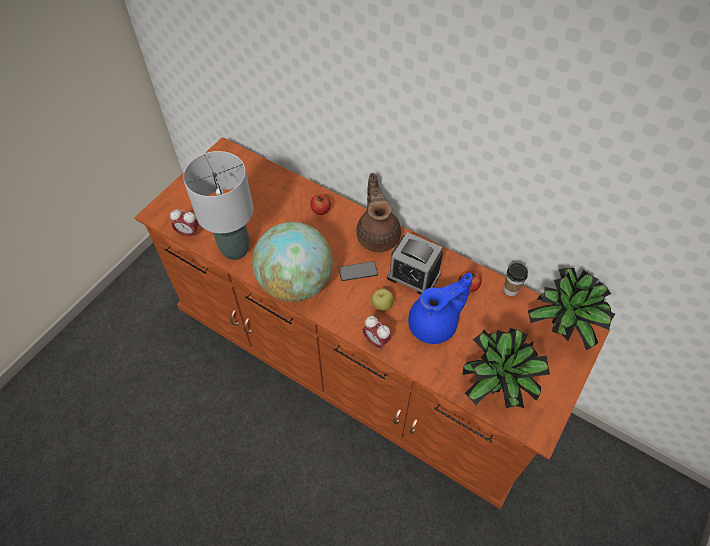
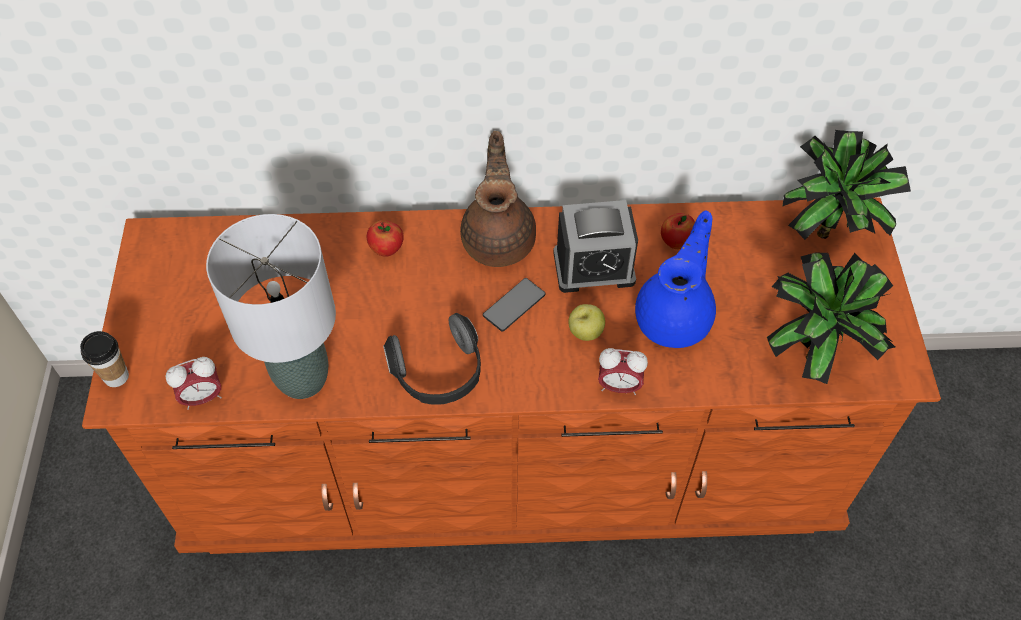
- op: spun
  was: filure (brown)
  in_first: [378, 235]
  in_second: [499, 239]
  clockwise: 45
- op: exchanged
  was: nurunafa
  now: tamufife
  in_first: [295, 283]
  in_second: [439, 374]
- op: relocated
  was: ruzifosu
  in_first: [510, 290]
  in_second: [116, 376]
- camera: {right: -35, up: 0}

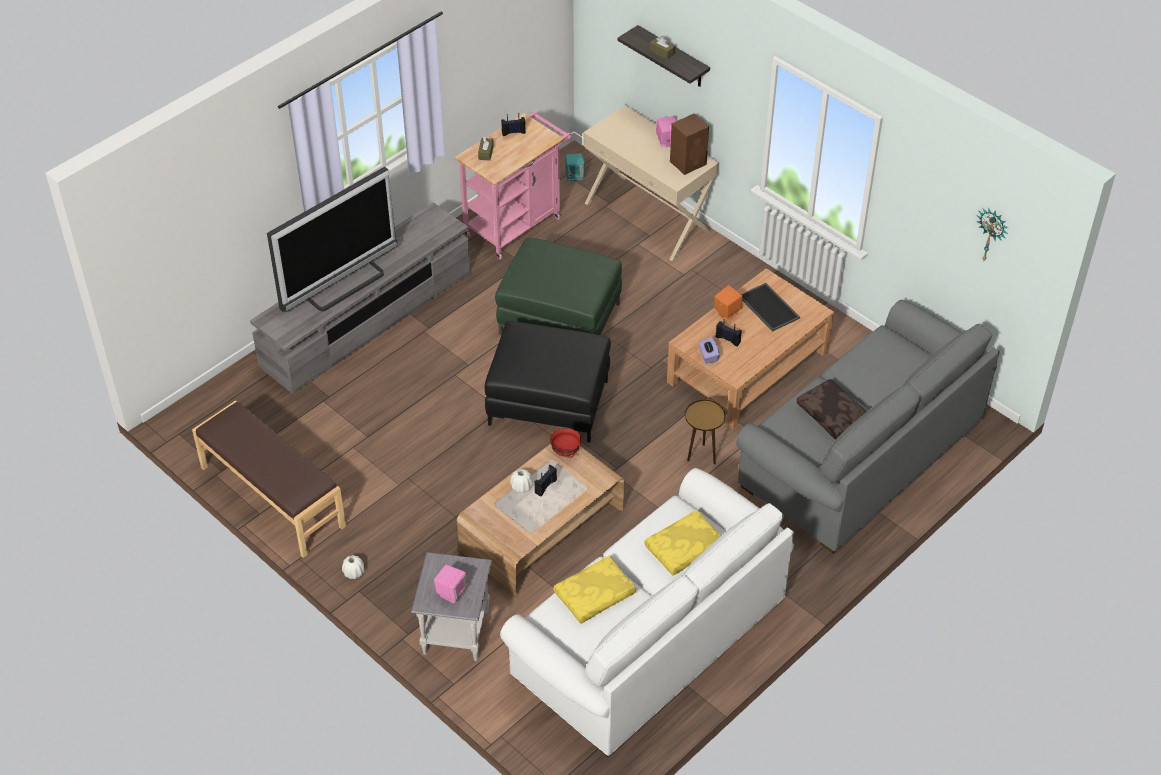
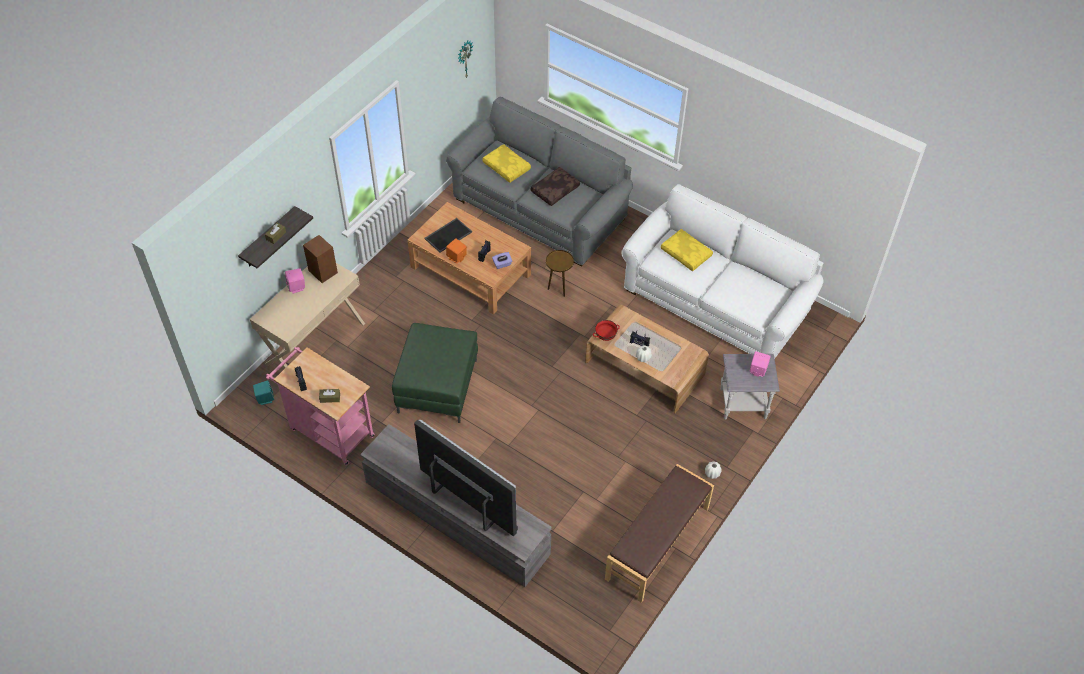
- op: missing
  was: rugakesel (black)
  in_first: [548, 403]
- op: relocated
  was: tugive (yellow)
  in_first: [595, 596]
  in_second: [507, 167]
- camera: {right: -100, up: 5}

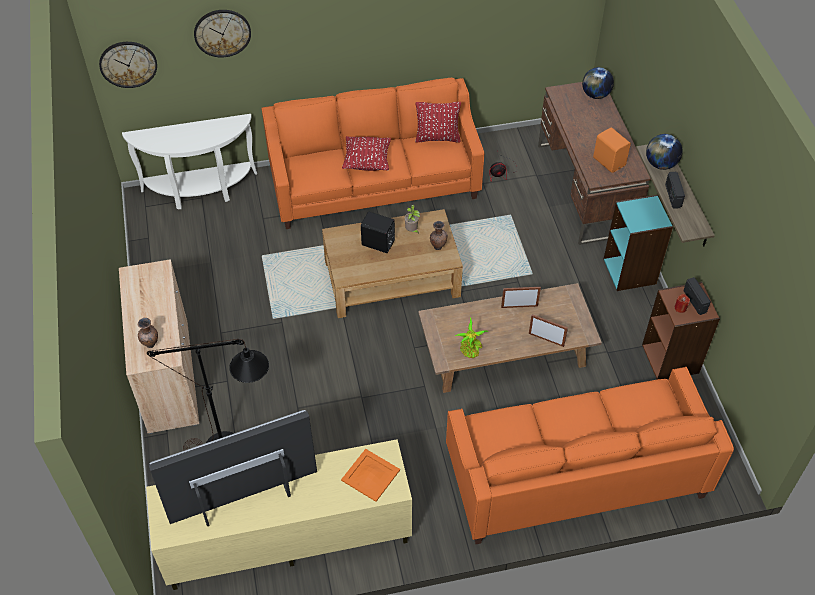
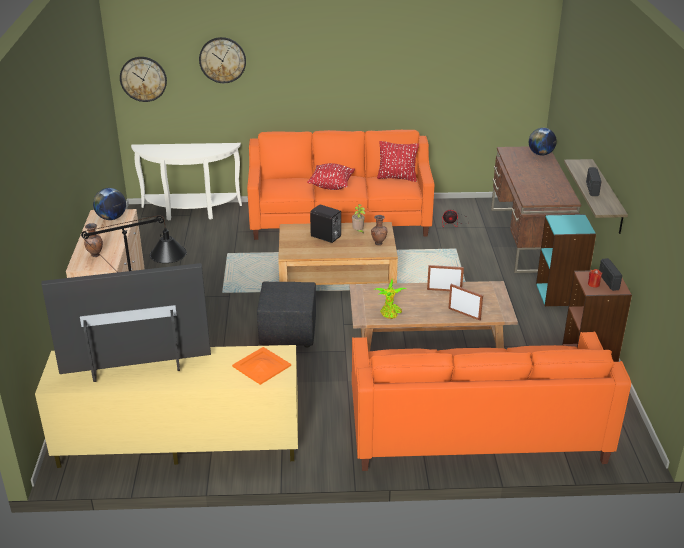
- op: missing
  was: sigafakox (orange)
  in_first: [609, 161]
- op: relocated
  was: nurunafa
  in_first: [660, 164]
  in_second: [111, 218]
- op: appeared
  now: rugakesel (black)
  in_second: [287, 333]
- camera: {right: 10, up: -20}

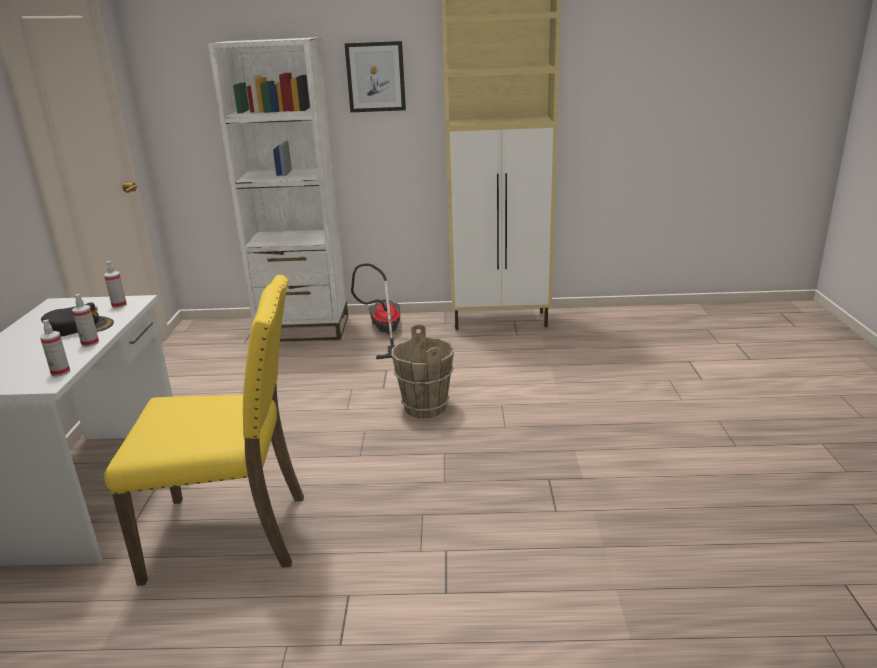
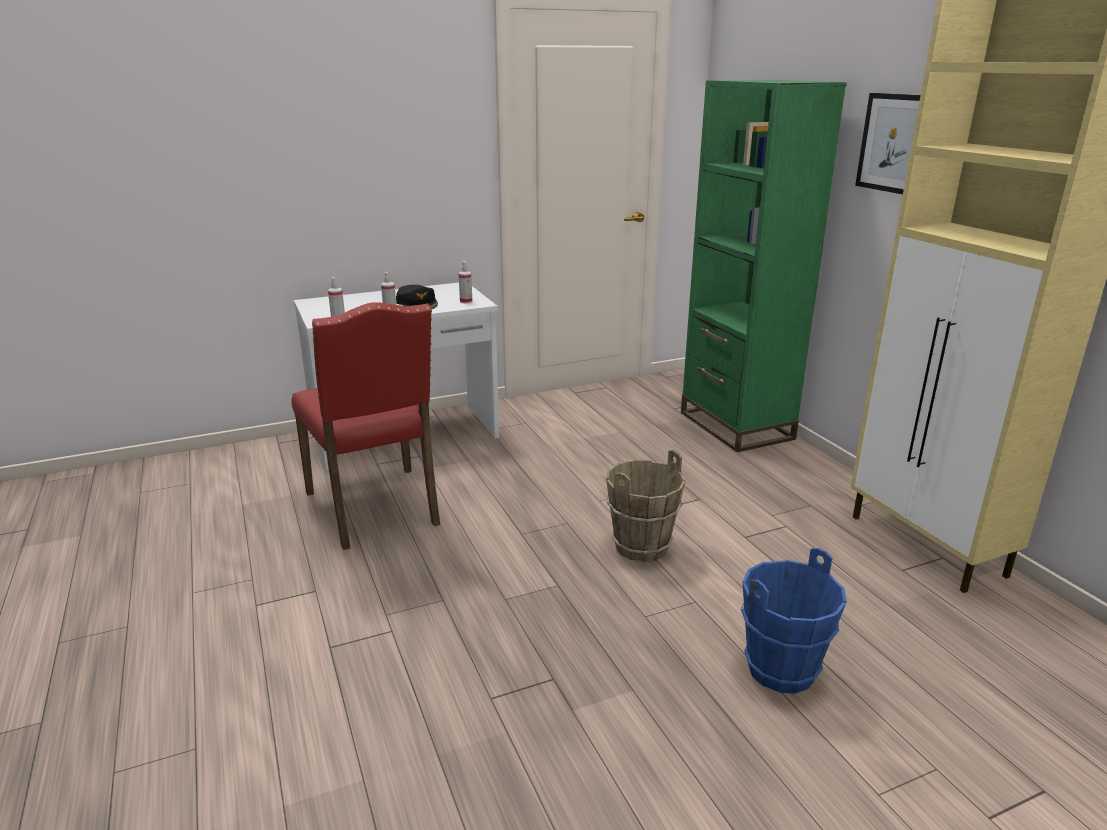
- op: colour
  was: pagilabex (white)
  now: pagilabex (green)
  in_first: [303, 329]
  in_second: [735, 425]
- op: missing
  was: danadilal
  in_first: [384, 333]
- op: colour
  was: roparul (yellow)
  now: roparul (red)
  in_first: [232, 534]
  in_second: [376, 509]
- op: appeared
  now: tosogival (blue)
  in_second: [782, 670]
- camera: {right: 65, up: 0}

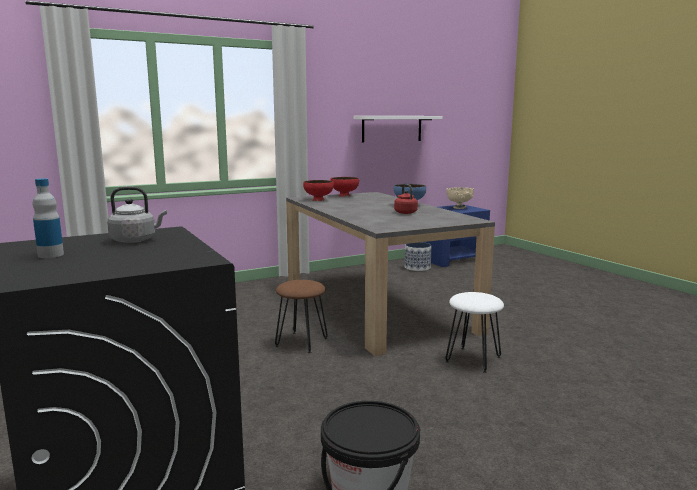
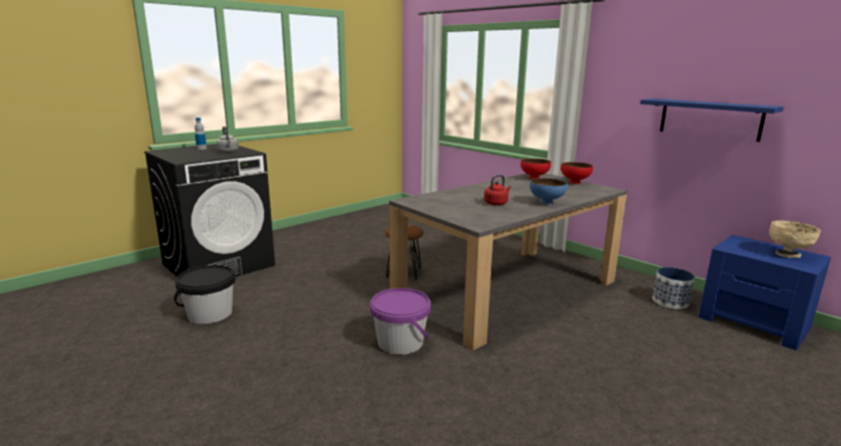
- op: colour
  was: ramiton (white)
  now: ramiton (blue)
  in_first: [392, 128]
  in_second: [710, 119]
- op: exchanged
  was: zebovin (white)
  now: tosogival (purple)
  in_first: [473, 359]
  in_second: [400, 342]
- camera: {right: 75, up: 5}

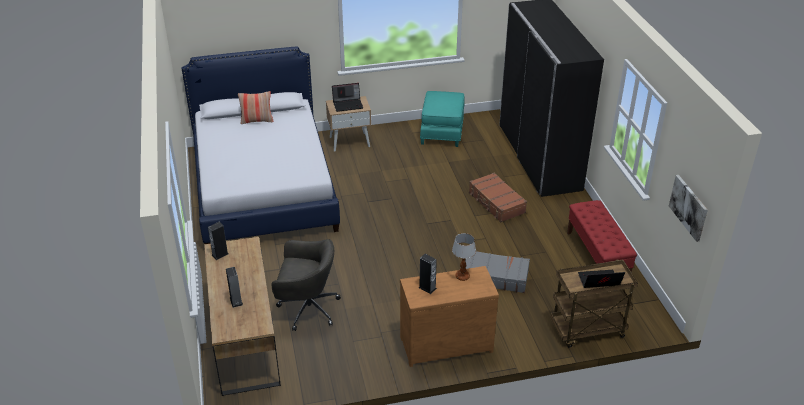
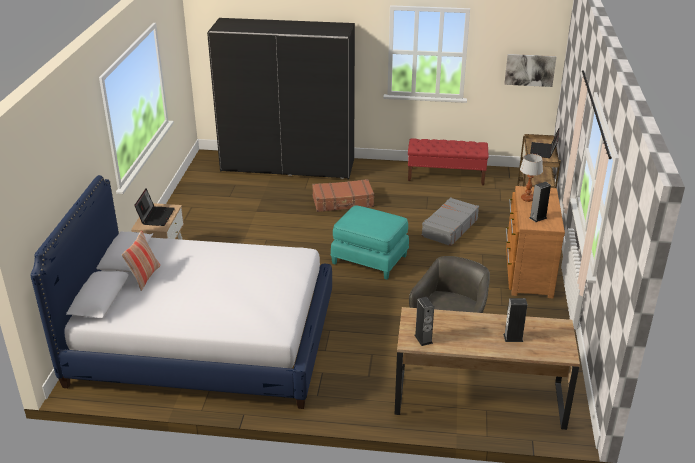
- op: relocated
  was: rugakesel (turquoise)
  in_first: [442, 132]
  in_second: [370, 259]
- camera: {right: -70, up: -5}

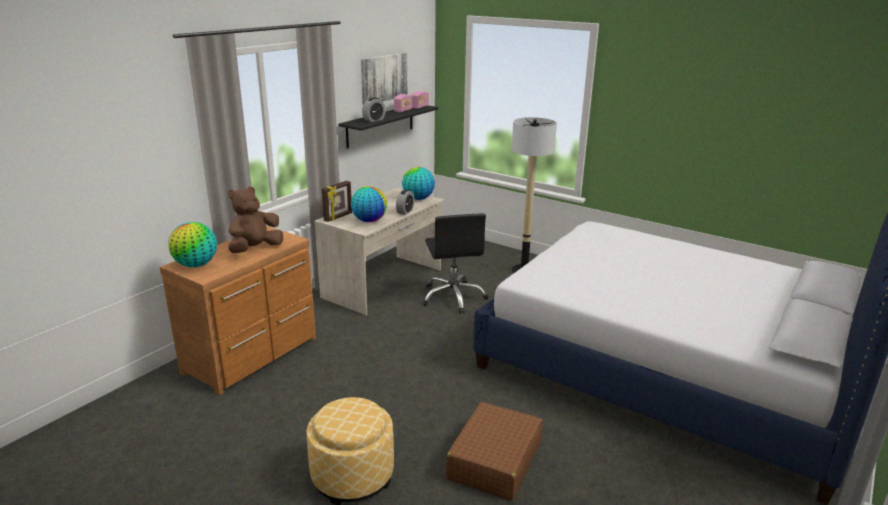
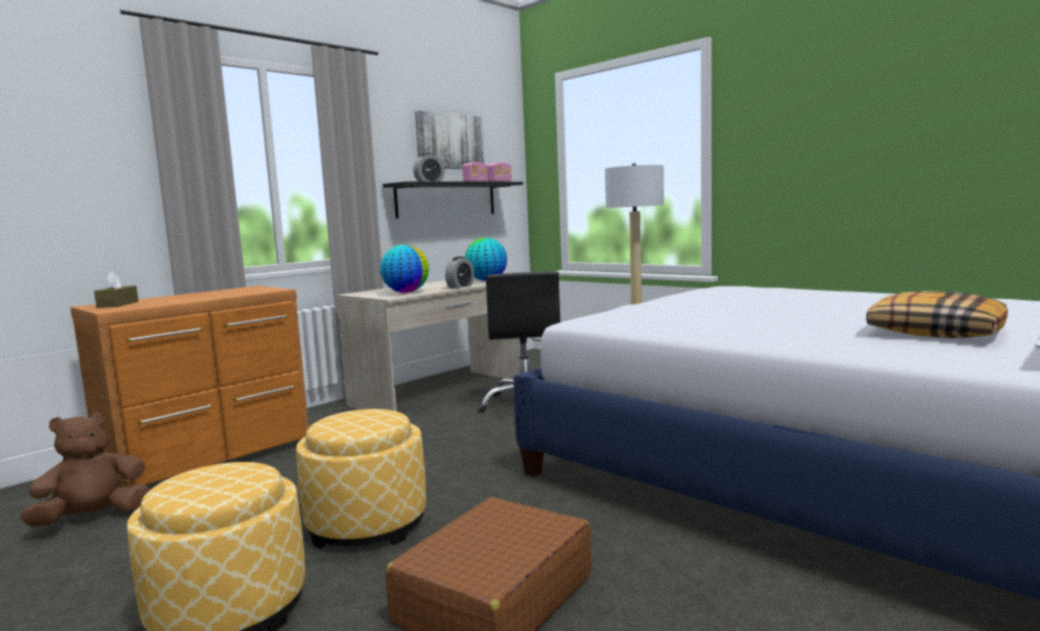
- op: missing
  was: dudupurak
  in_first: [338, 217]
- op: relocated
  was: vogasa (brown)
  in_first: [255, 249]
  in_second: [93, 518]
- op: exchanged
  was: nurunafa
  now: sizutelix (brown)
  in_first: [196, 265]
  in_second: [118, 304]
- op: appeared
  now: tugive
  in_second: [934, 332]
- op: appeared
  now: rugakesel
  in_second: [367, 524]
- camera: {right: 10, up: -15}

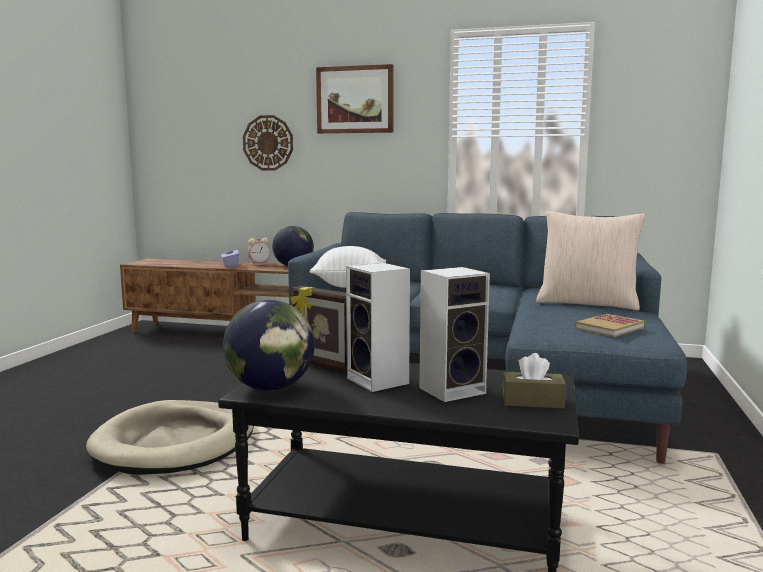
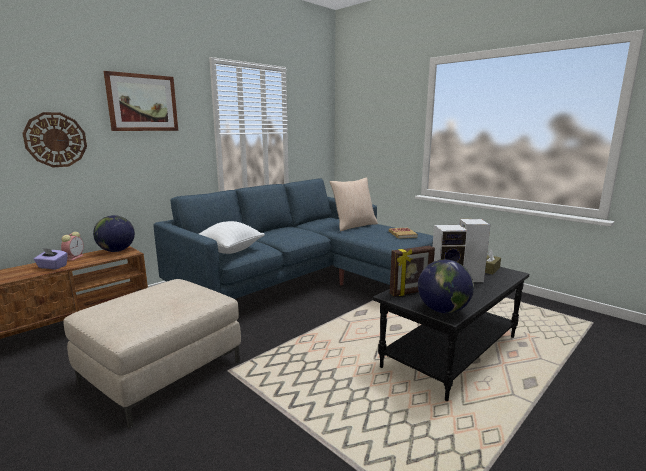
- op: missing
  was: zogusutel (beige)
  in_first: [176, 443]
- op: appeared
  now: rugakesel (beige)
  in_second: [162, 372]
- camera: {right: -60, up: 5}

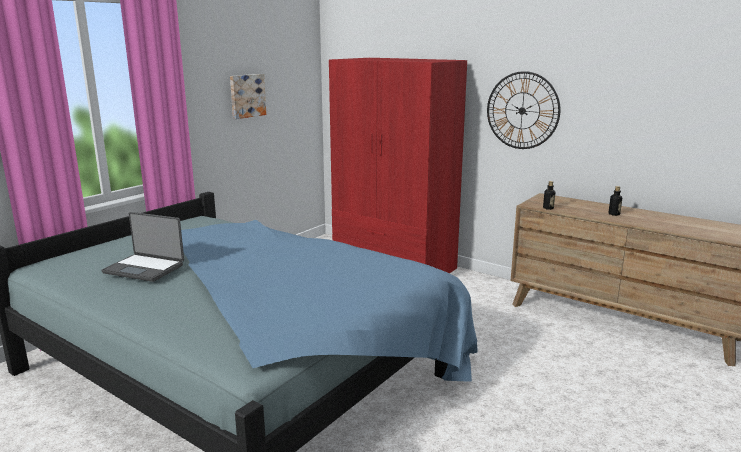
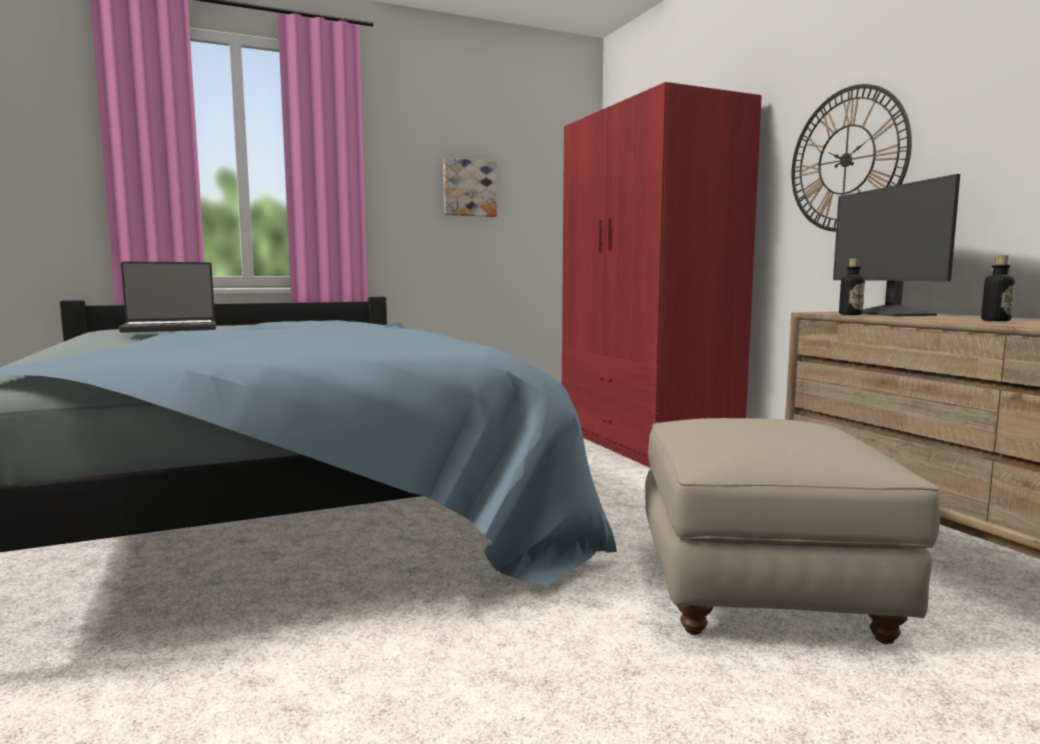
- op: spun
  was: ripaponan
  in_first: [145, 268]
  in_second: [170, 328]
  clockwise: -75
- op: appeared
  now: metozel
  in_second: [892, 314]
- op: appeared
  now: rugakesel (beige)
  in_second: [762, 591]
- camera: {right: 30, up: -10}

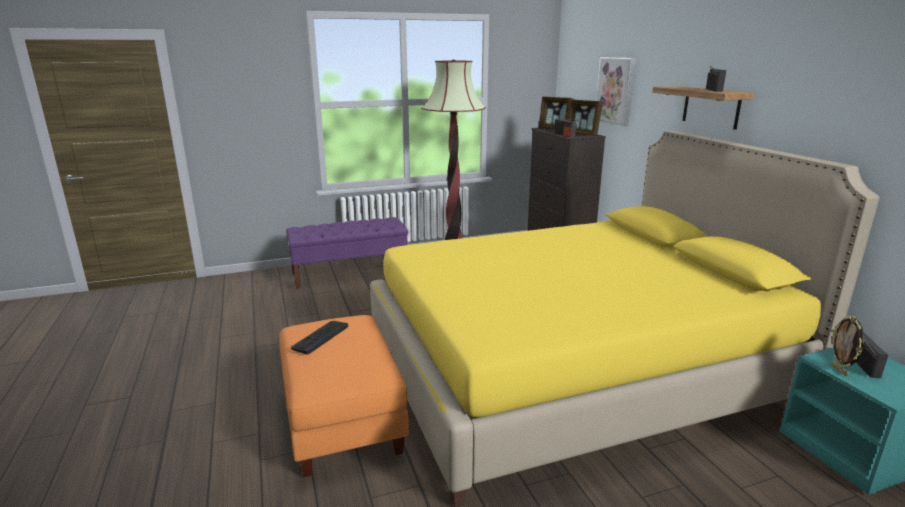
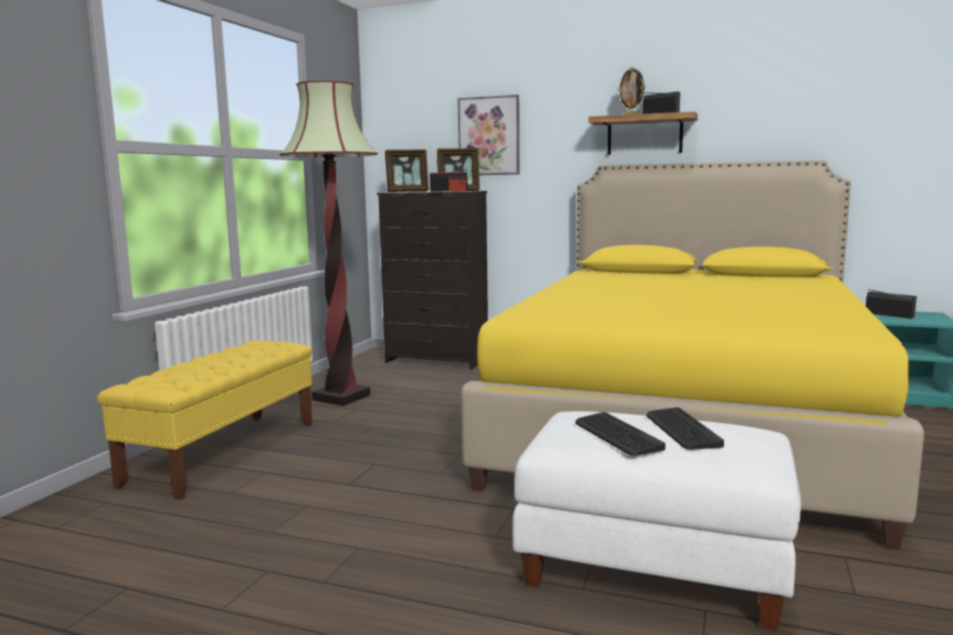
- op: colour
  was: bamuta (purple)
  now: bamuta (yellow)
  in_first: [350, 273]
  in_second: [224, 452]
- op: colour
  was: rugakesel (orange)
  now: rugakesel (white)
  in_first: [344, 420]
  in_second: [655, 565]
- op: relocated
  was: dudupurak
  in_first: [840, 370]
  in_second: [631, 114]
- op: appeared
  now: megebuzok
  in_second: [682, 429]
- camera: {right: -50, up: -10}

